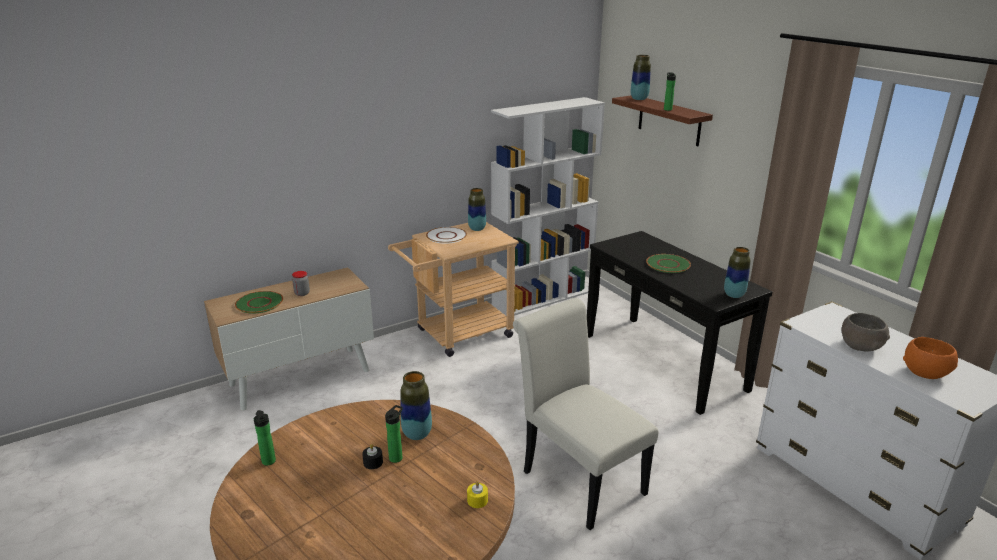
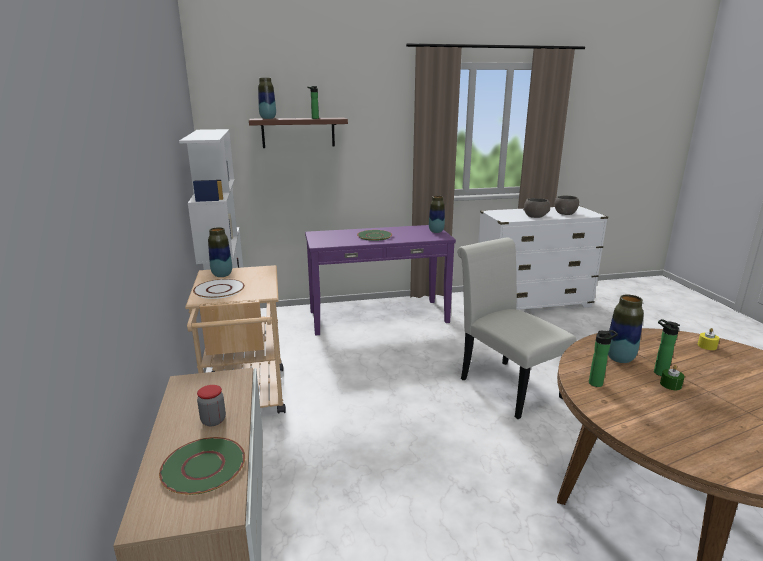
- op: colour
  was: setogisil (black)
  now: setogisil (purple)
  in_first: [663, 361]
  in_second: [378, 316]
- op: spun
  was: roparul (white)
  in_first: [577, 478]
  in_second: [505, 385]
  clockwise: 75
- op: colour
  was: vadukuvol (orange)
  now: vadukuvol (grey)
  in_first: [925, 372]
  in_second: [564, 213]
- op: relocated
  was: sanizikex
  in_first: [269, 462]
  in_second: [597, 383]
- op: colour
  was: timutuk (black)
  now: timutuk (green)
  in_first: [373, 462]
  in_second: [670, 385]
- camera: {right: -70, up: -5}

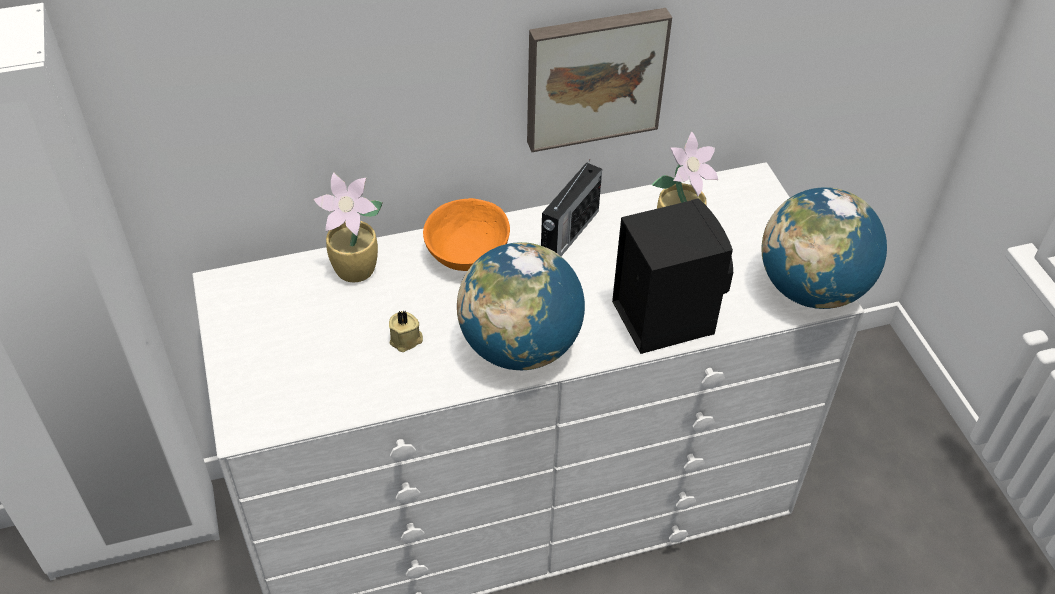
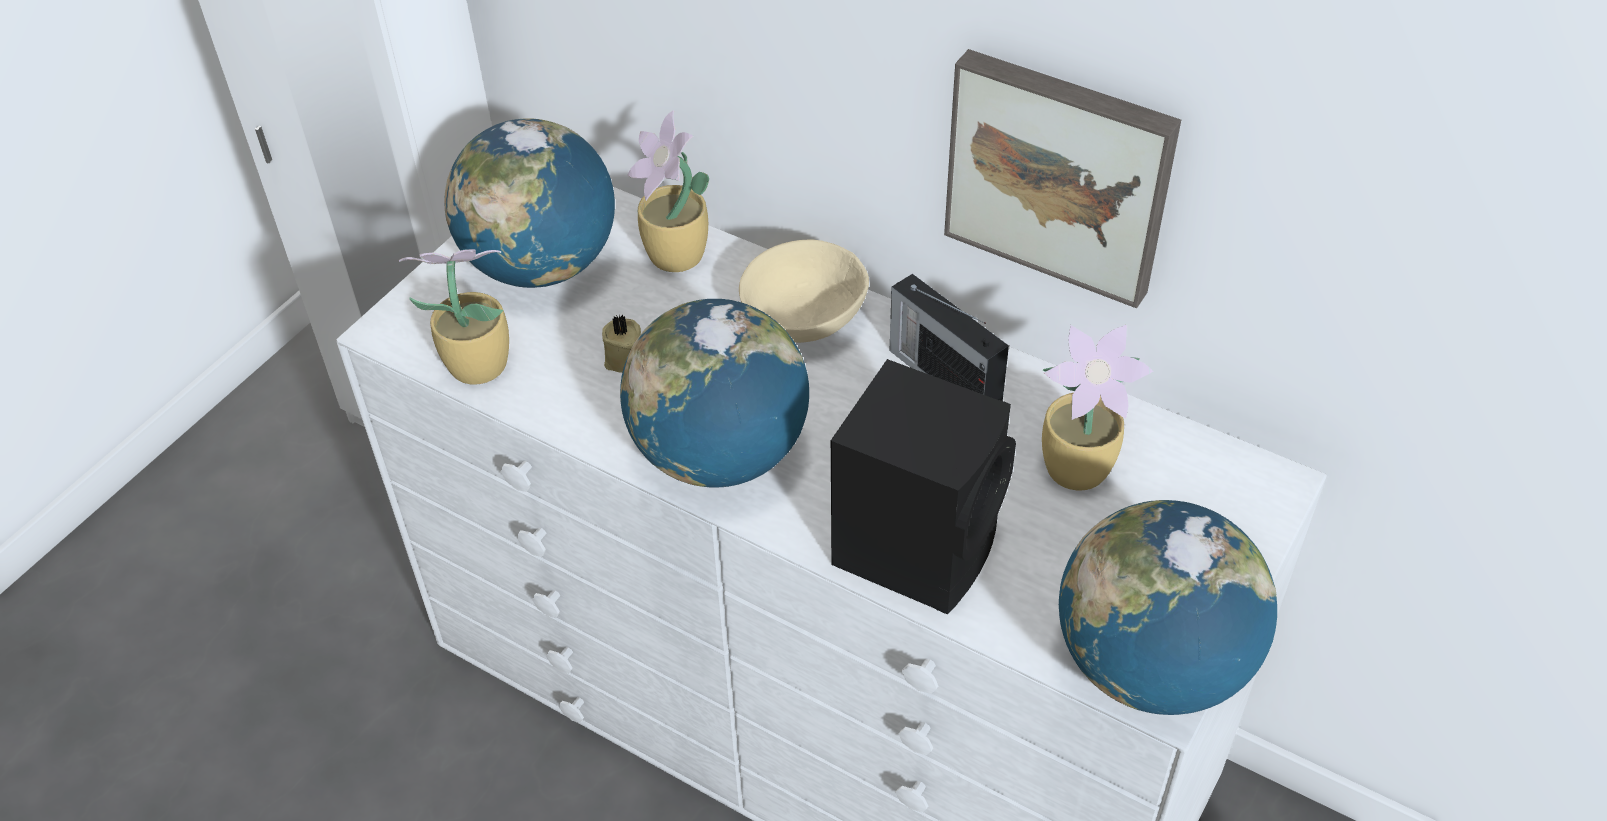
- op: spun
  was: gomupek
  in_first: [568, 234]
  in_second: [943, 377]
  clockwise: 60
- op: colour
  was: vadukuvol (orange)
  now: vadukuvol (beige)
  in_first: [467, 253]
  in_second: [805, 318]
- op: appeared
  now: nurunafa
  in_second: [542, 265]
- op: appeared
  now: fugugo
  in_second: [475, 365]
- camera: {right: 50, up: 0}

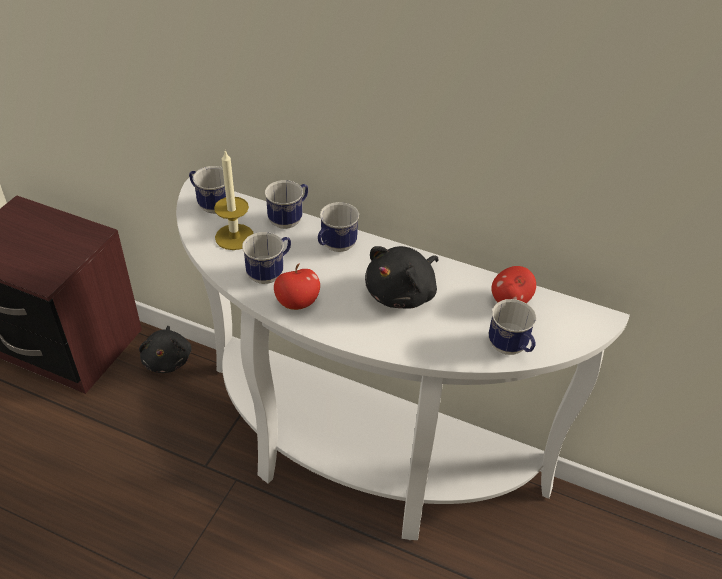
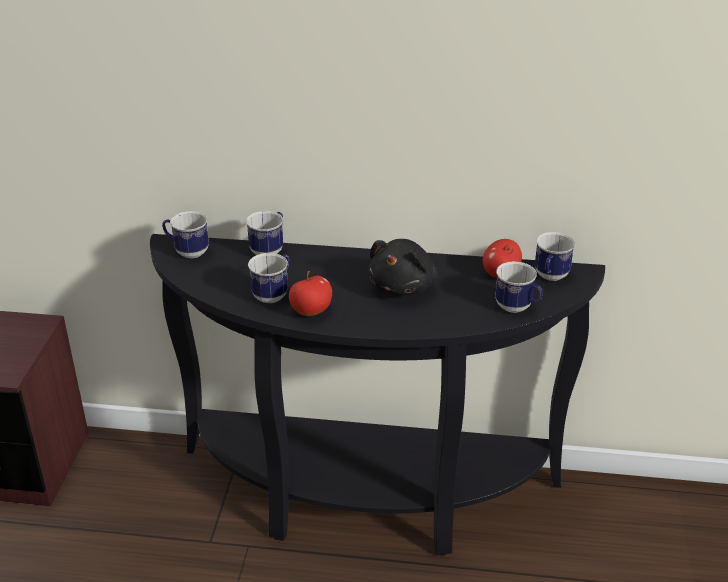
- op: missing
  was: timutuk
  in_first: [234, 237]
- op: colour
  was: setogisil (white)
  now: setogisil (black)
  in_first: [357, 460]
  in_second: [365, 499]
- op: relocated
  was: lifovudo
  in_first: [335, 247]
  in_second: [550, 277]
- op: missing
  was: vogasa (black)
  in_first: [168, 359]
- camera: {right: -15, up: -10}

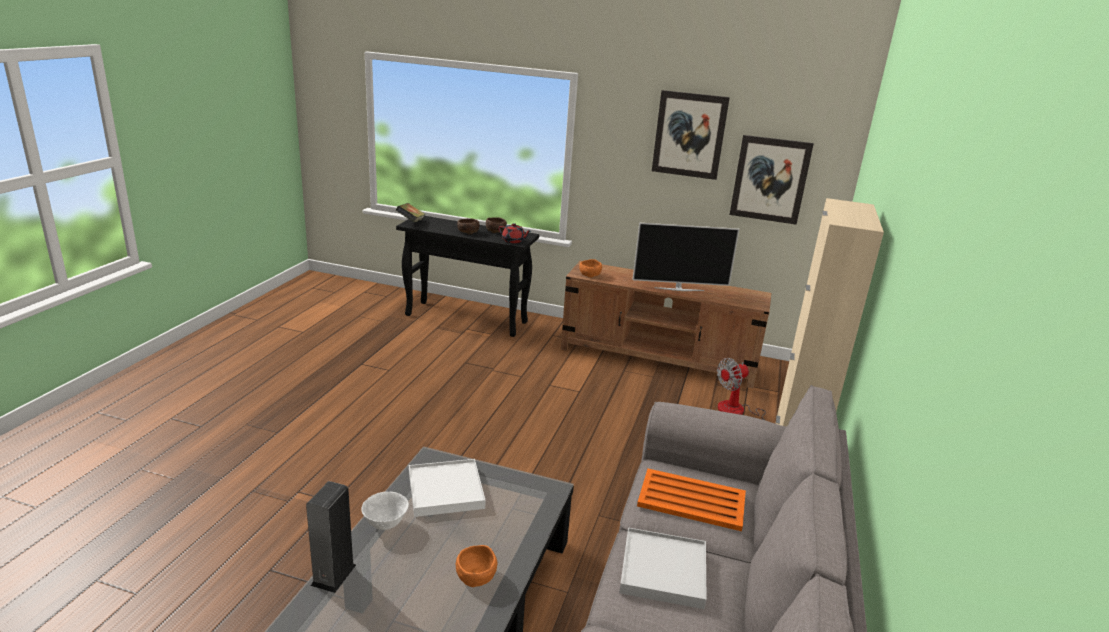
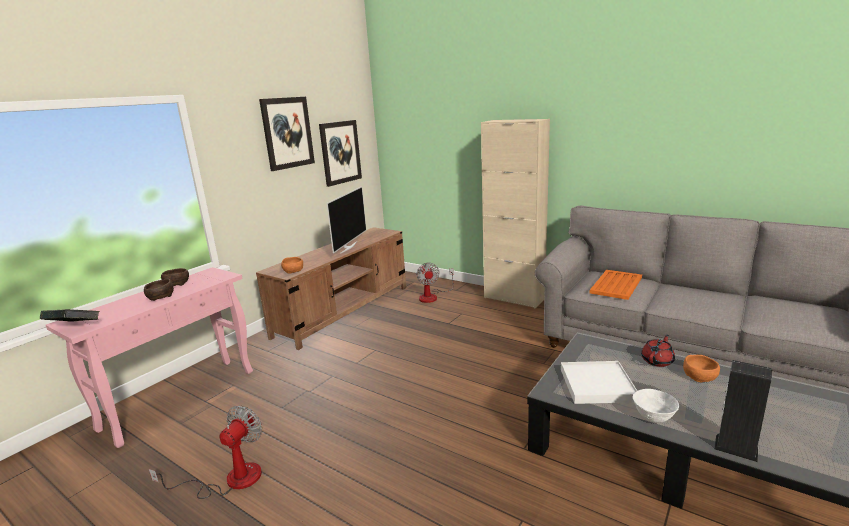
- op: colour
  was: setogisil (black)
  now: setogisil (pink)
  in_first: [467, 319]
  in_second: [181, 398]
- op: relocated
  was: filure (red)
  in_first: [513, 241]
  in_second: [657, 361]
- op: missing
  was: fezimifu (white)
  in_first: [663, 571]
- op: appeared
  now: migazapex
  in_second: [230, 479]
- camera: {right: -70, up: -5}

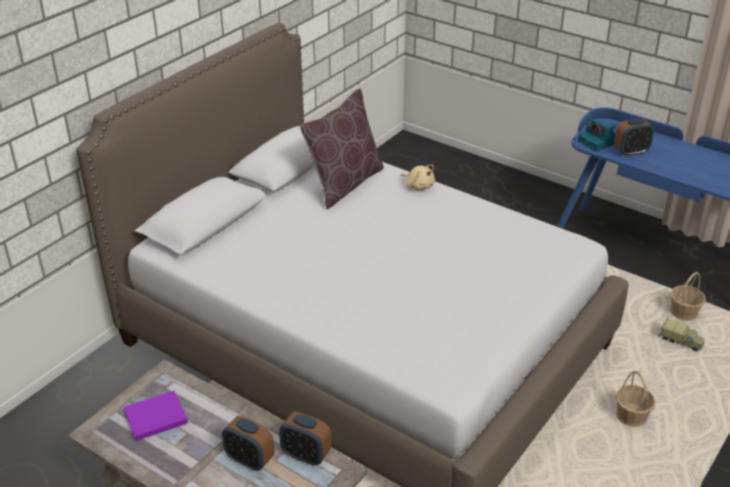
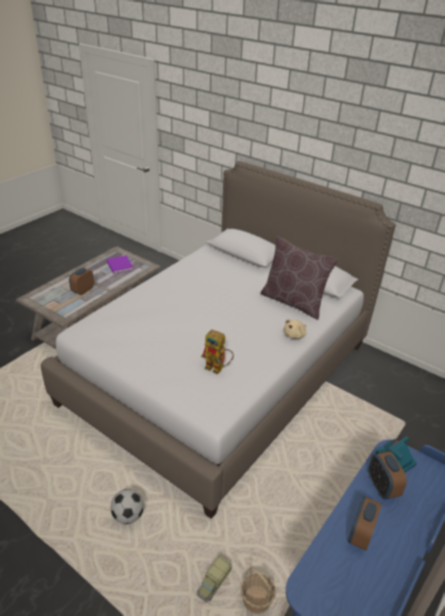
- op: exchanged
  was: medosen
  now: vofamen
  in_first: [631, 416]
  in_second: [128, 516]
- op: relocated
  was: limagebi
  in_first: [306, 455]
  in_second: [360, 534]
- op: appeared
  now: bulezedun
  in_second: [218, 368]
- camera: {right: 90, up: 0}

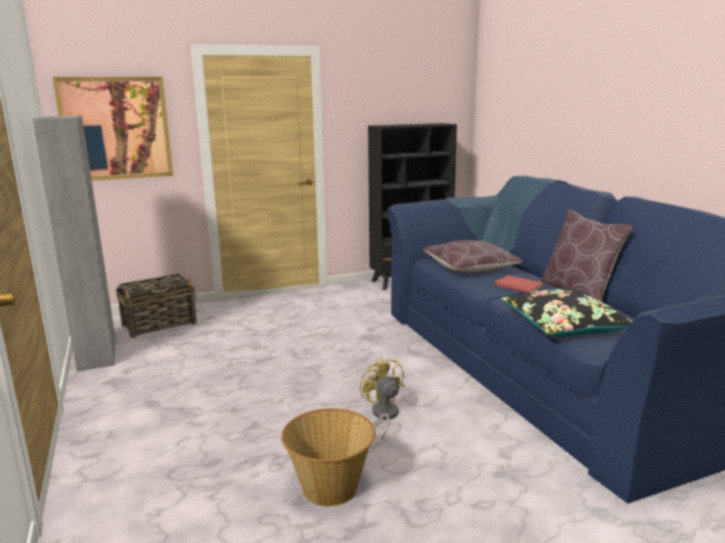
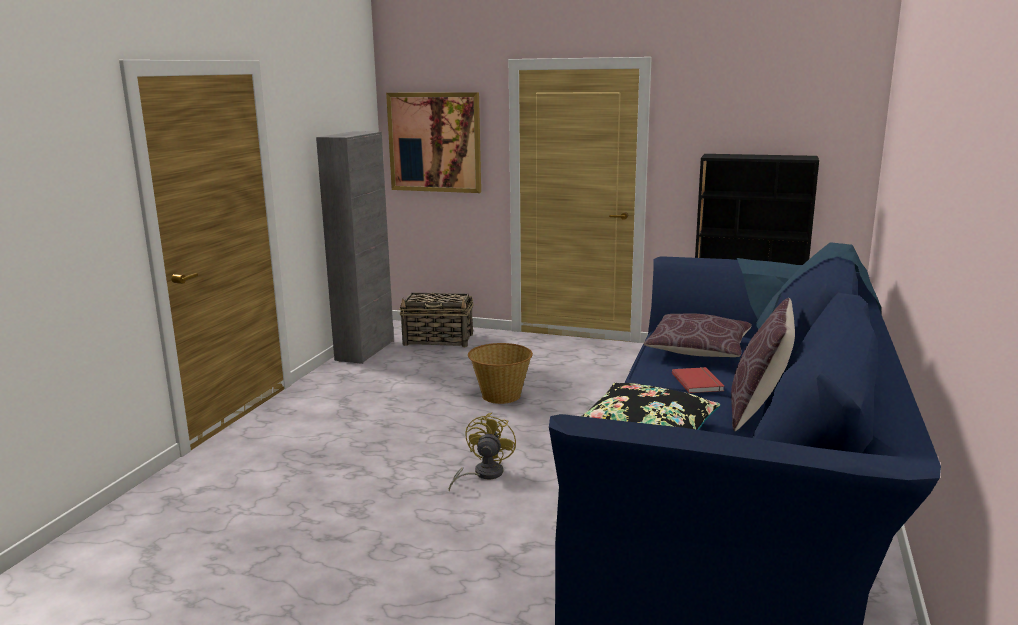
- op: relocated
  was: medosen
  in_first: [330, 488]
  in_second: [500, 396]
- camera: {right: 40, up: 0}

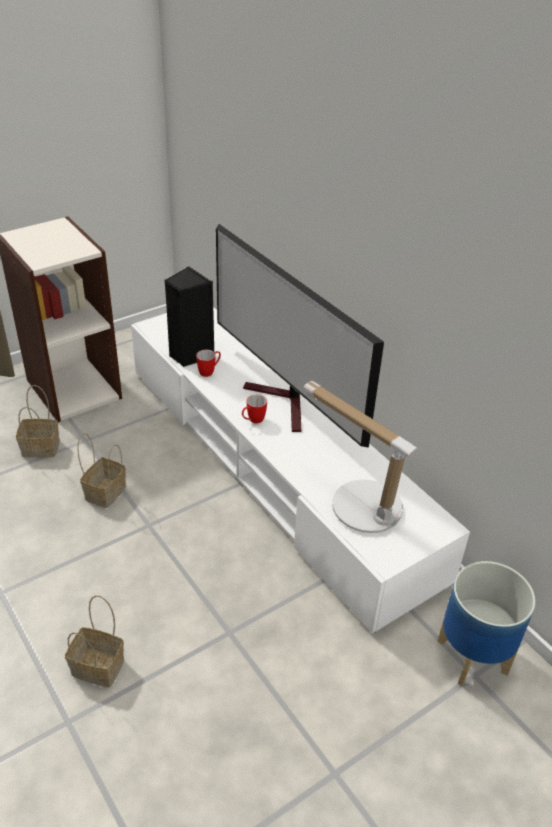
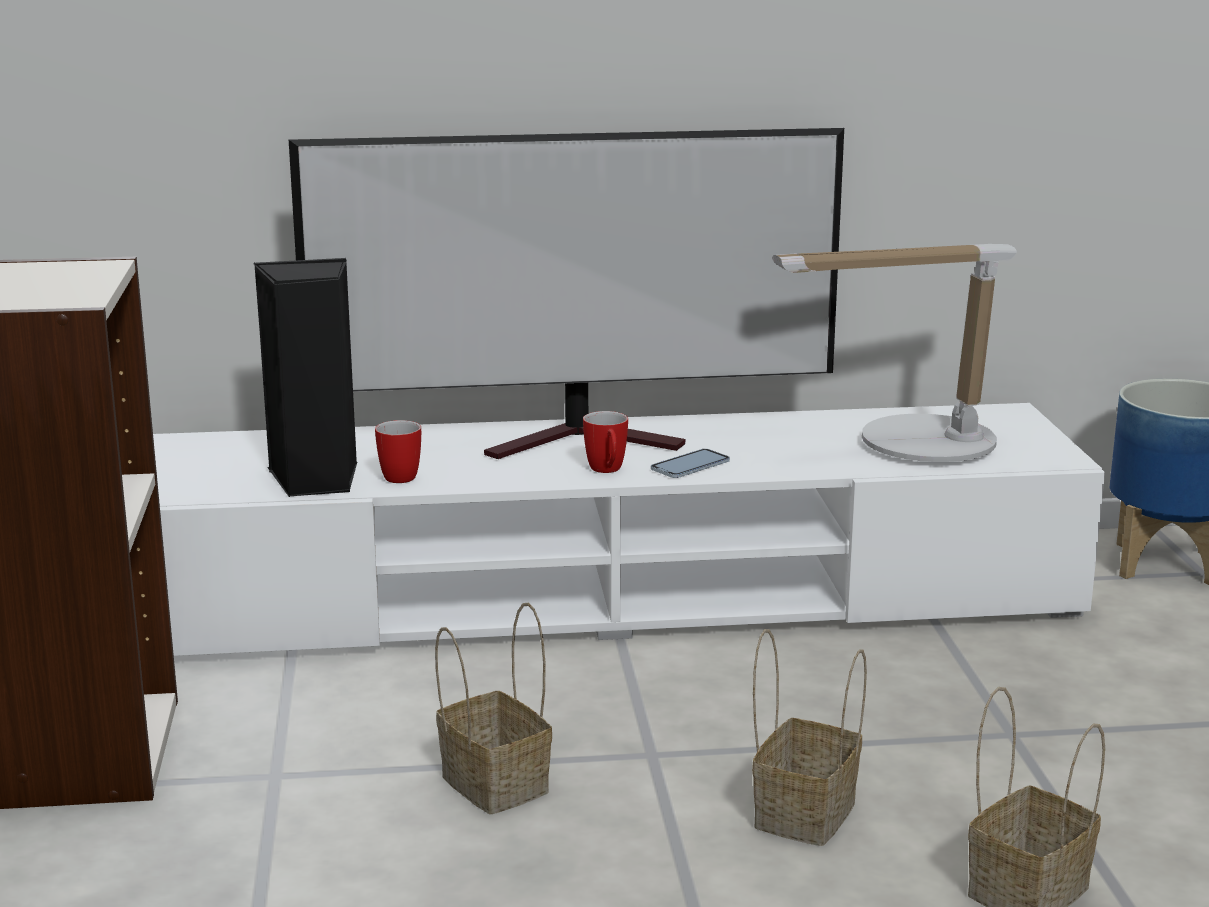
- op: relocated
  was: medosen
  in_first: [42, 447]
  in_second: [804, 812]
- op: appeared
  now: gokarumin
  in_second: [690, 466]
- camera: {right: -60, up: -20}

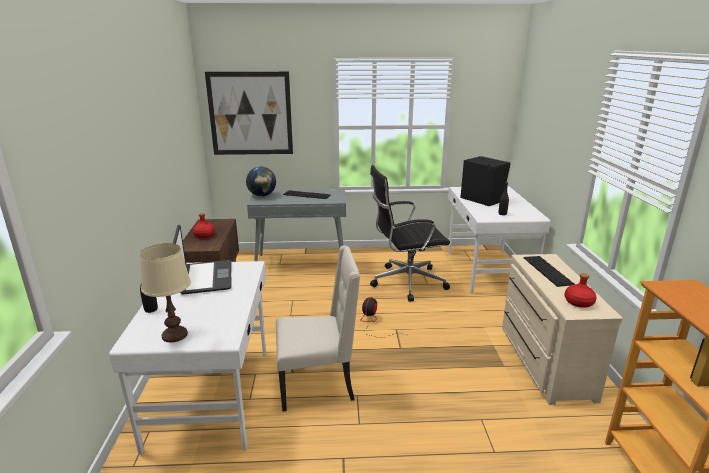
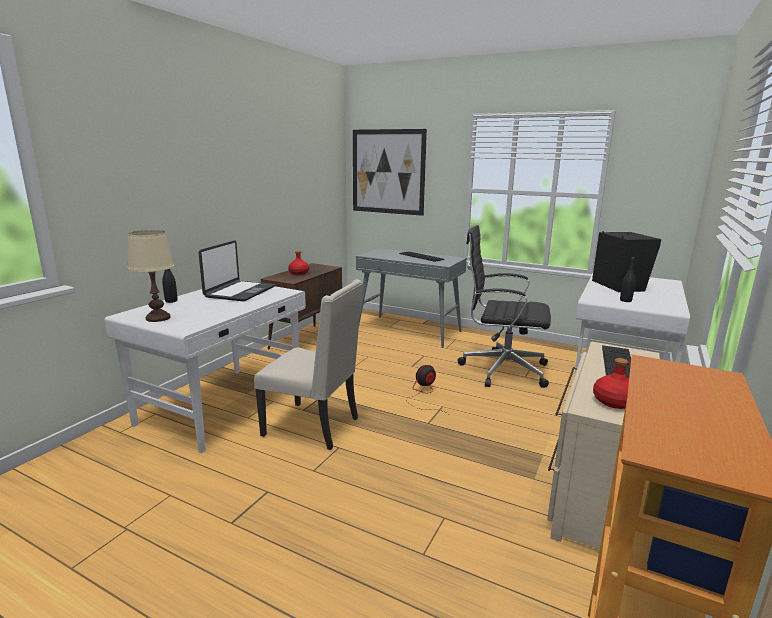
- op: missing
  was: nurunafa
  in_first: [262, 195]
- camera: {right: 30, up: -5}

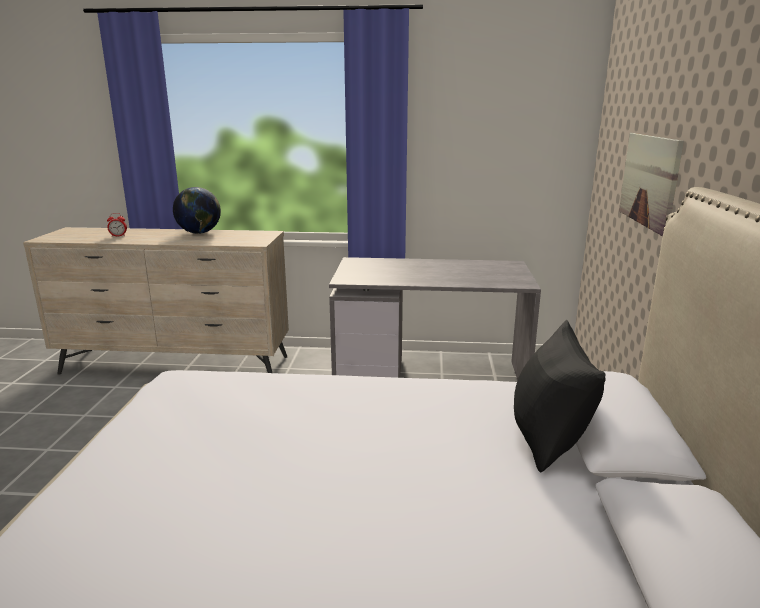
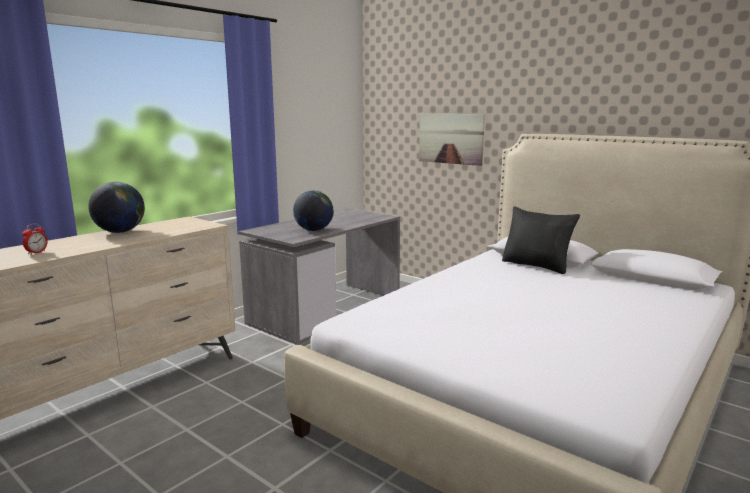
- op: appeared
  now: nurunafa
  in_second: [313, 230]
- camera: {right: -55, up: -5}

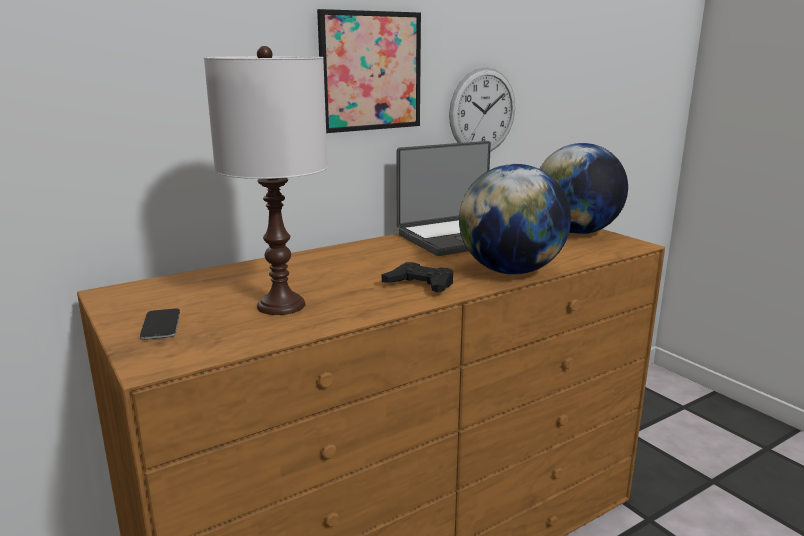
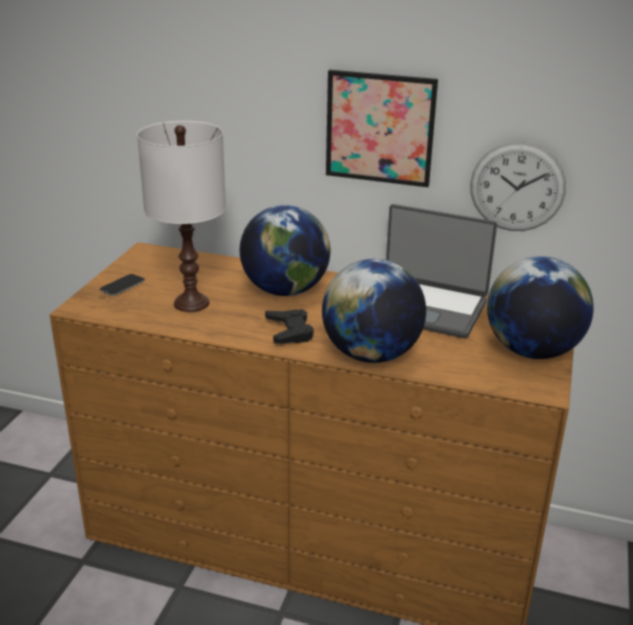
- op: appeared
  now: nurunafa
  in_second: [285, 290]
- camera: {right: 50, up: 10}

